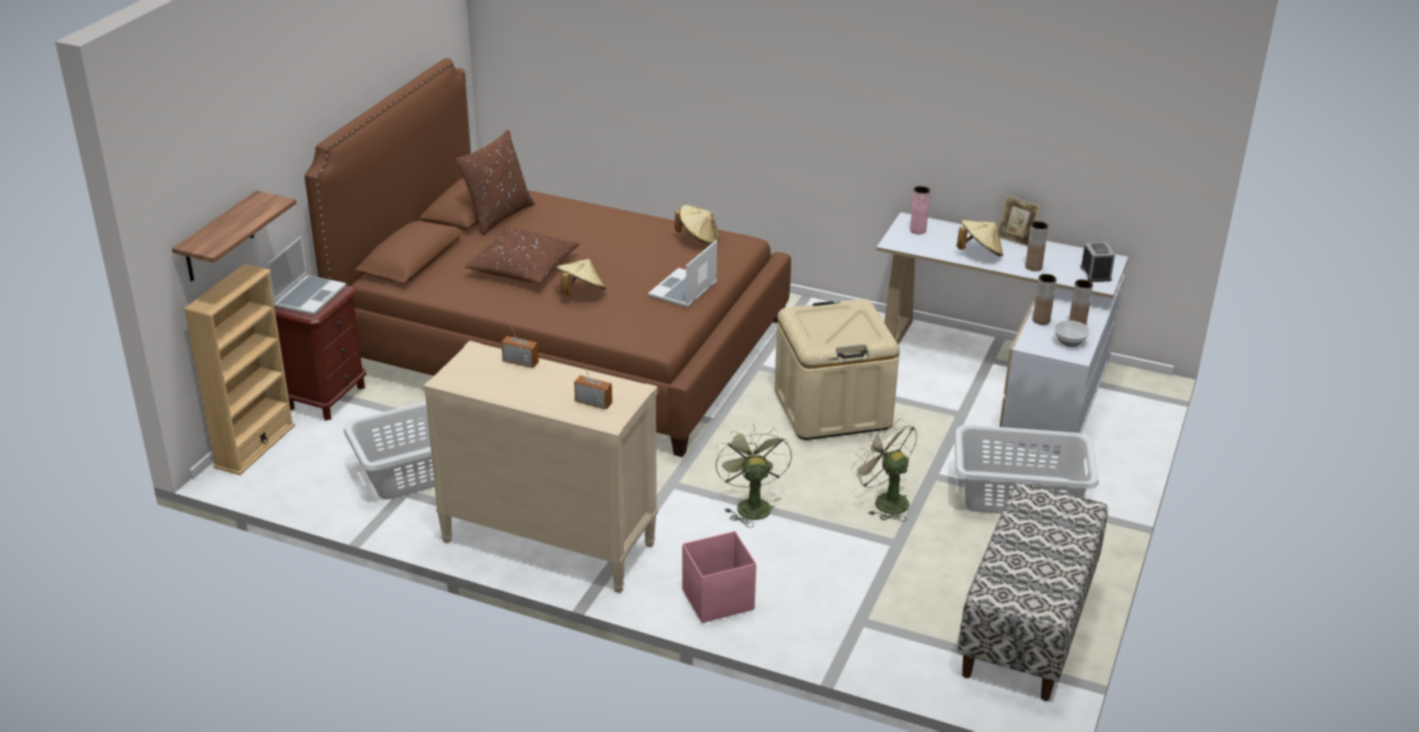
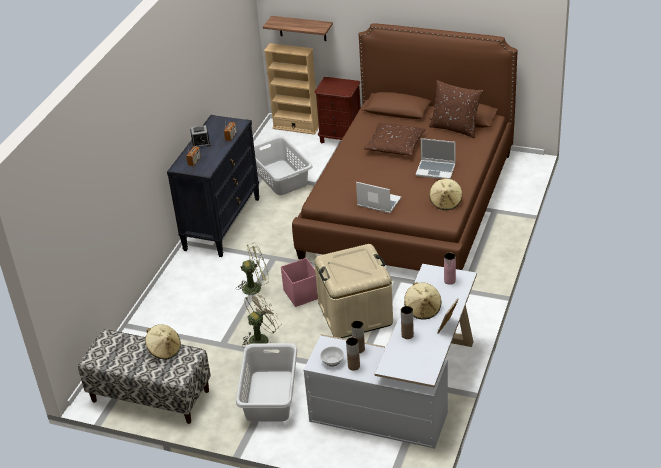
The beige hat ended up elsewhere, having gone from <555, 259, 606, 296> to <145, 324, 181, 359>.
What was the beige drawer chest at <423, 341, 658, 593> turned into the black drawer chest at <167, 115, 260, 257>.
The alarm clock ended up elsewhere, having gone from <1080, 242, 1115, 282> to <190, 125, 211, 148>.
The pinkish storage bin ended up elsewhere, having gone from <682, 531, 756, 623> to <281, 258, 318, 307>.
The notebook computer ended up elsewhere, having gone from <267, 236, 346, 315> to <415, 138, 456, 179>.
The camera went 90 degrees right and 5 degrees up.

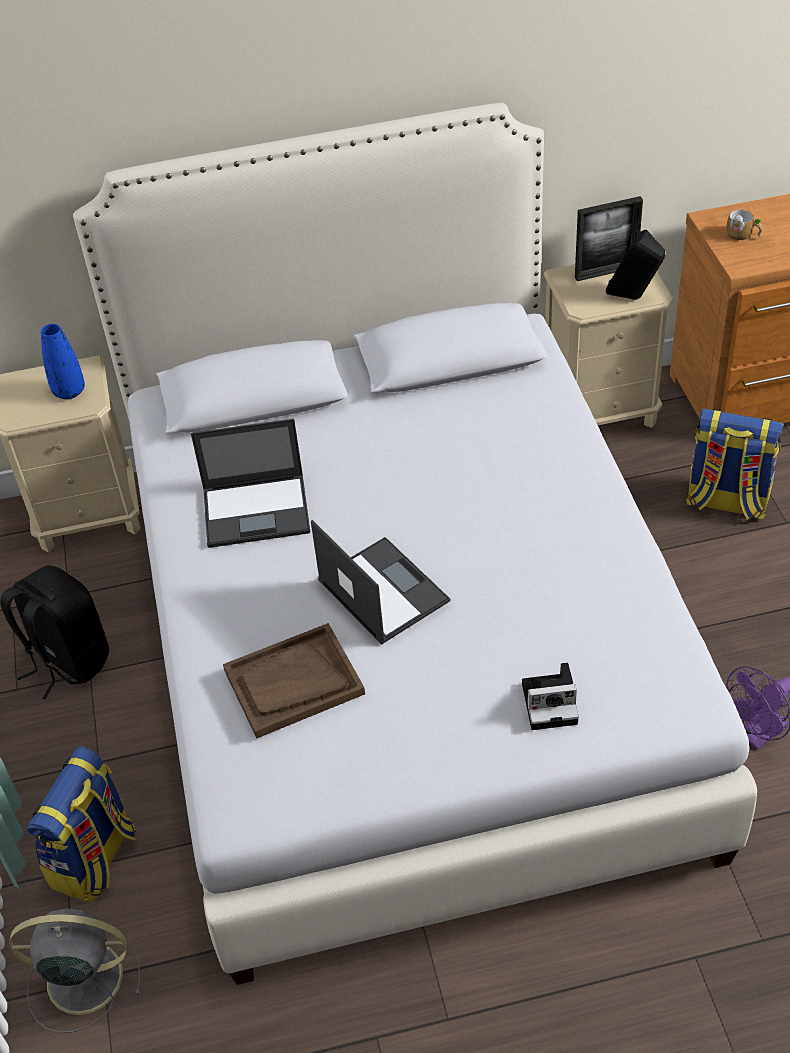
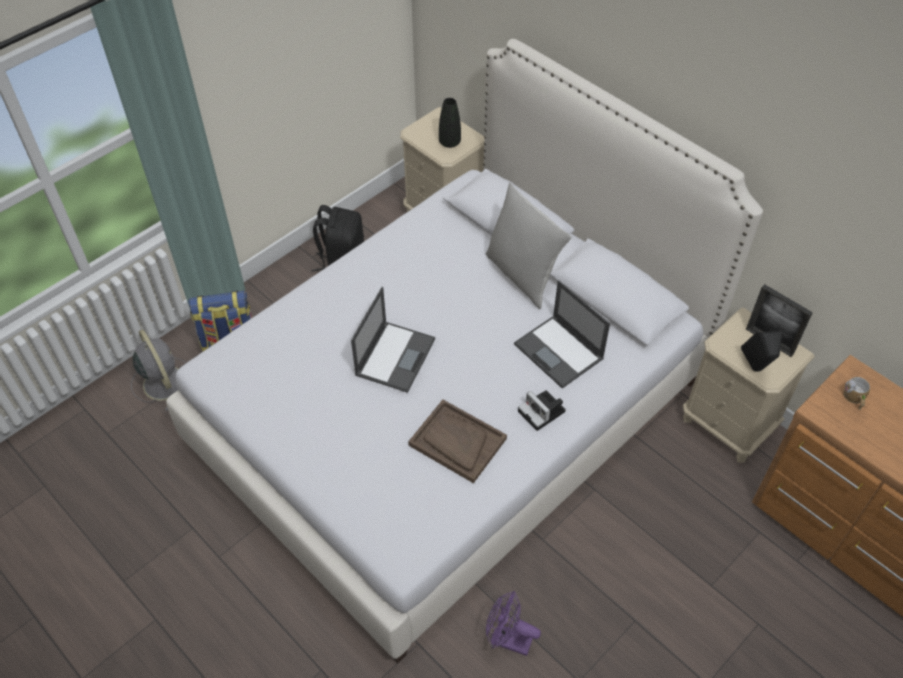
The brown tray ended up elsewhere, having gone from <223, 623, 365, 739> to <408, 399, 507, 483>.
What was the bluish decorative vase at <41, 324, 85, 399> turned into the black decorative vase at <439, 98, 461, 148>.
The second view gained the greyish throw pillow at <486, 183, 572, 309>.
The notebook computer ended up elsewhere, having gone from <191, 418, 310, 548> to <514, 280, 610, 389>.
The still camera ended up elsewhere, having gone from <522, 663, 579, 730> to <518, 390, 566, 431>.
The second view lost the backpack at <686, 409, 784, 520>.
The camera went 55 degrees right and 5 degrees up.

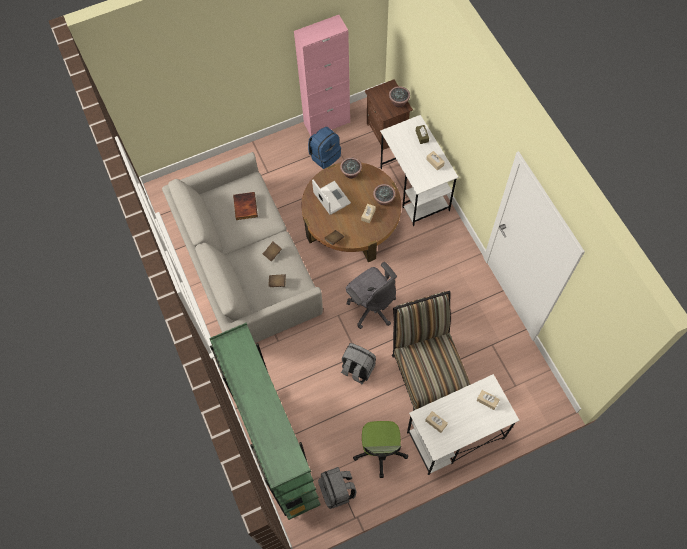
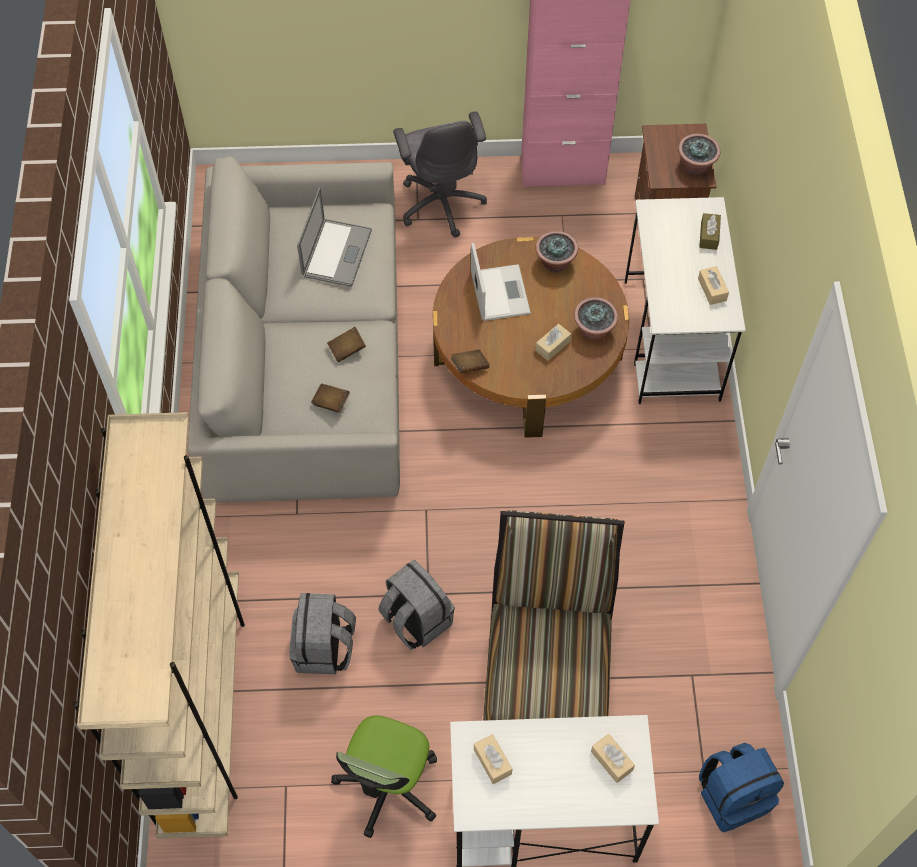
What was the greenish shelving unit at <209, 323, 321, 520> turned into the beige shelving unit at <73, 412, 245, 839>.
The greyish backpack ended up elsewhere, having gone from <318, 467, 356, 509> to <289, 593, 356, 674>.
Where the bound book stood at <233, 192, 258, 220>, the notebook computer came to stand at <297, 187, 372, 287>.
The greyish office chair ended up elsewhere, having gone from <346, 262, 397, 329> to <393, 112, 487, 237>.
The bluish backpack ended up elsewhere, having gone from <308, 127, 341, 169> to <699, 743, 784, 832>.
The camera went 20 degrees right and 5 degrees down.

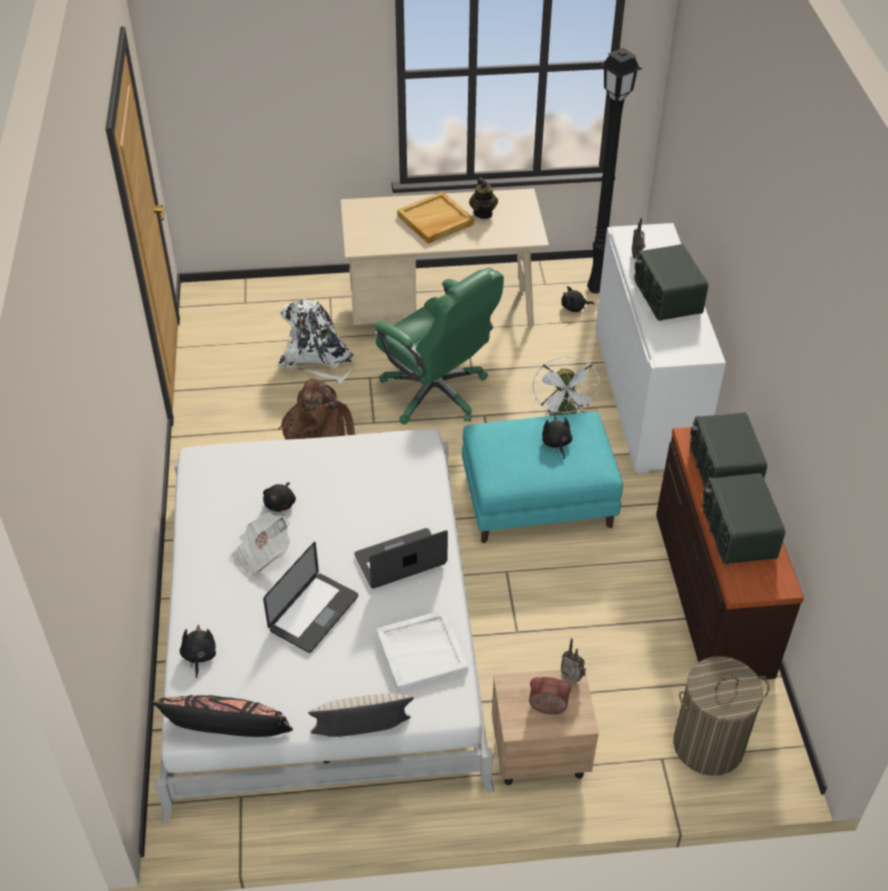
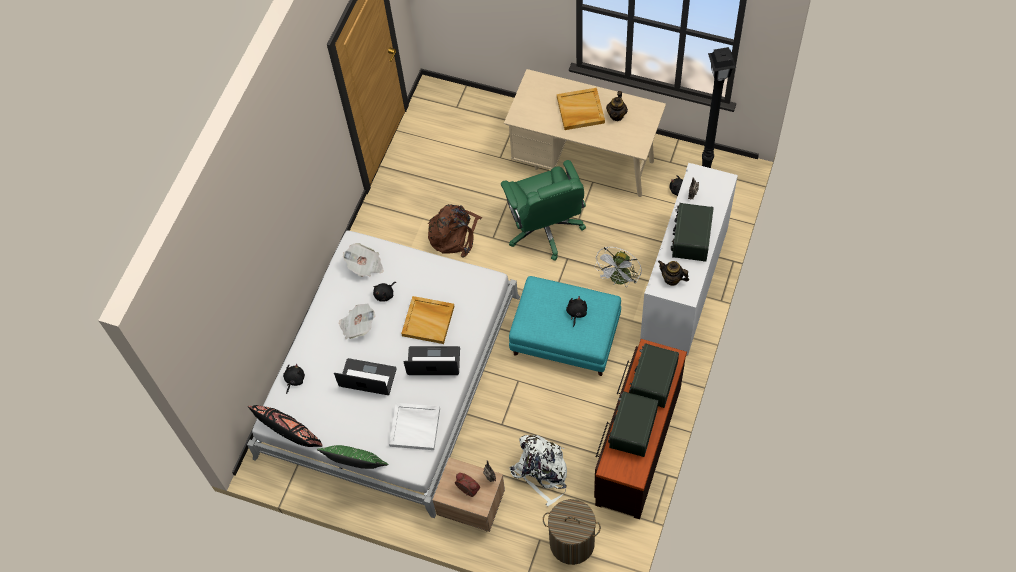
What was the beige throw pillow at <308, 693, 414, 737> turned into the greenish throw pillow at <317, 445, 389, 469>.
The notebook computer at <263, 542, 358, 653> ended up facing another way, 135 degrees counterclockwise from before.
The second view gained the newspaper at <343, 243, 384, 277>.
The second view gained the beige tray at <401, 296, 454, 344>.
The whitish backpack ended up elsewhere, having gone from <278, 299, 354, 384> to <510, 435, 567, 507>.
The second view gained the pot for tea at <658, 260, 689, 286>.
The camera went 30 degrees right and 15 degrees up.

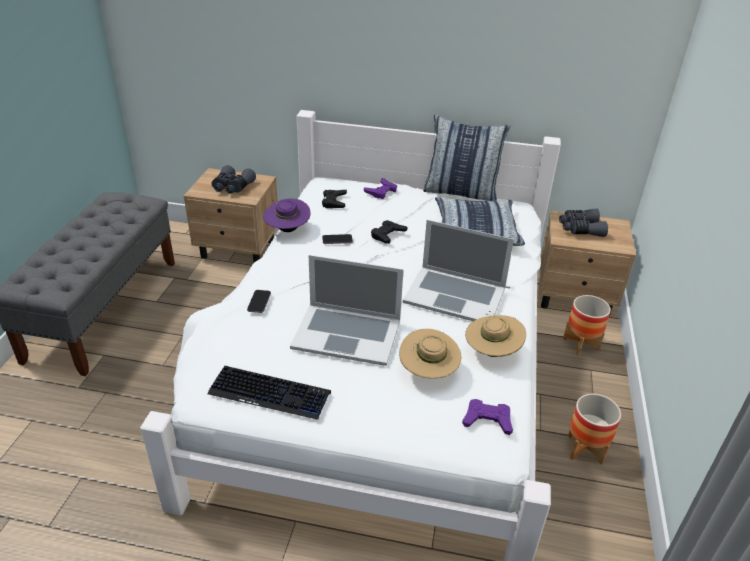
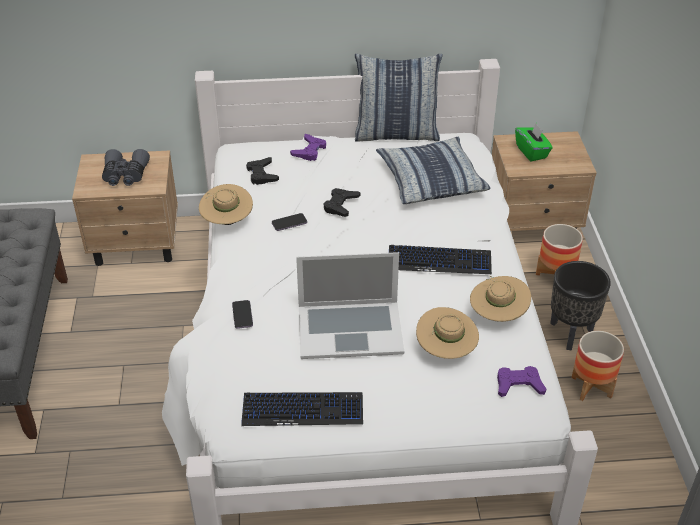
What was the purplish hat at <263, 198, 310, 232> turned into the beige hat at <199, 184, 253, 225>.
Where the notebook computer stood at <403, 220, 514, 321>, the keyboard came to stand at <389, 245, 492, 274>.
Where the greyish binoculars stood at <559, 209, 608, 237>, the greenish tissue holder came to stand at <515, 124, 553, 161>.
The second view gained the black flower pot at <550, 261, 611, 351>.
The camera went 15 degrees left and 5 degrees up.

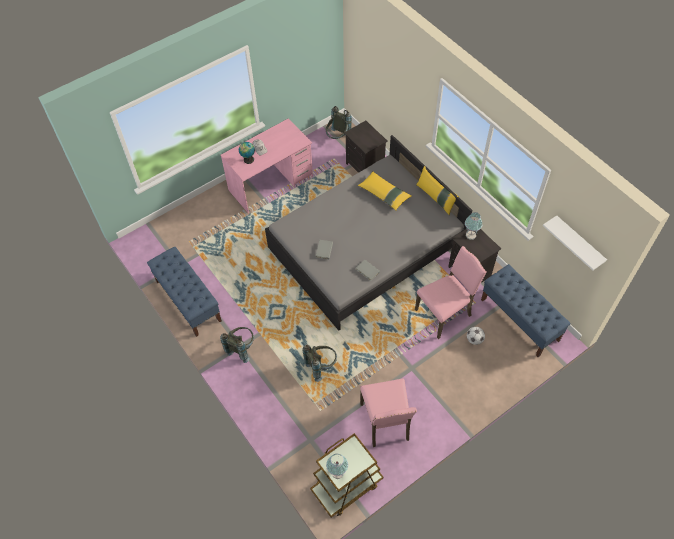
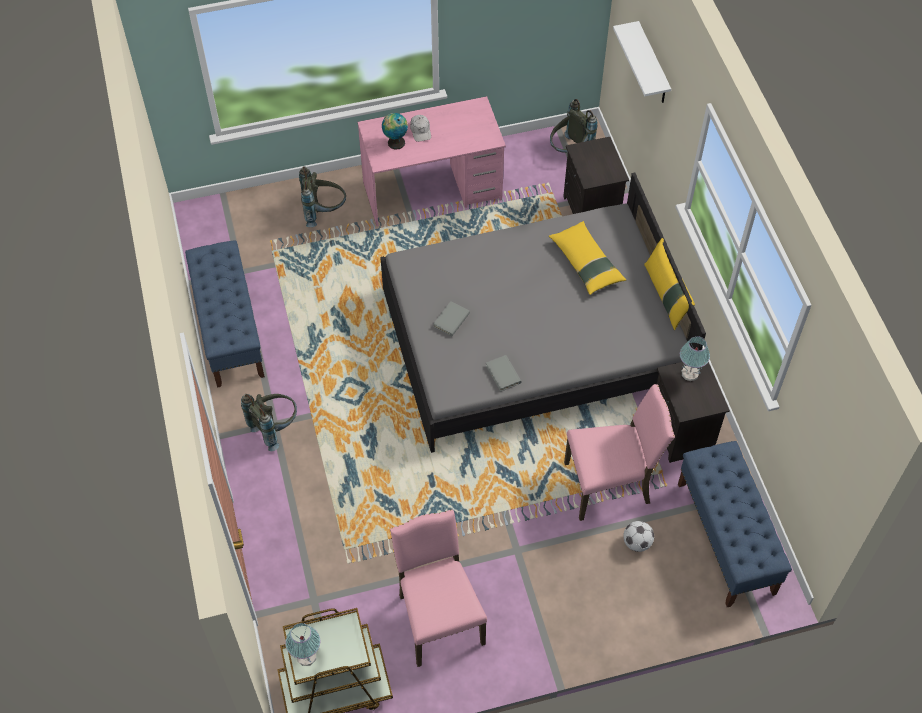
The greyish backpack ended up elsewhere, having gone from <303, 344, 337, 382> to <299, 166, 346, 227>.
The pinkish upright chair at <360, 378, 417, 447> ended up facing another way, 150 degrees clockwise from before.
The whitish shelf ended up elsewhere, having gone from <543, 215, 607, 270> to <613, 21, 671, 103>.
The camera went 20 degrees right and 0 degrees up.

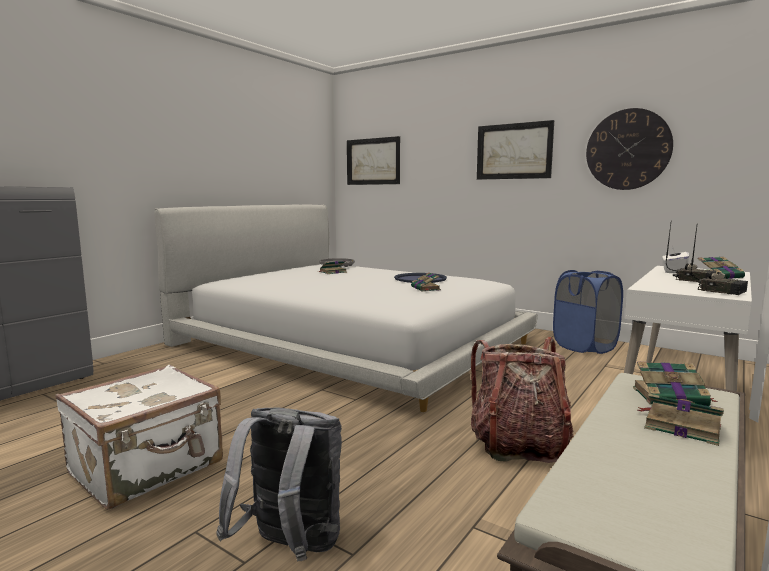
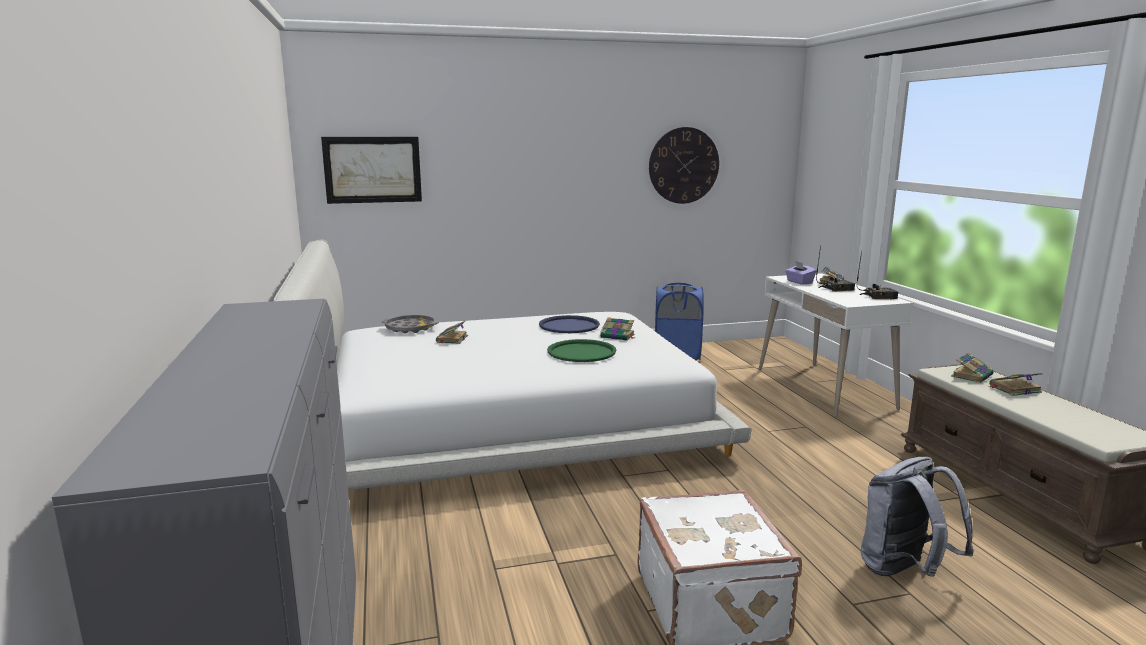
The second view gained the greenish tray at <547, 339, 616, 362>.
What was the whitish tissue holder at <662, 245, 689, 274> turned into the purplish tissue holder at <785, 261, 816, 285>.
The second view lost the backpack at <471, 337, 574, 463>.
The second view lost the wall picture at <477, 120, 554, 180>.
The camera went 50 degrees left and 5 degrees up.

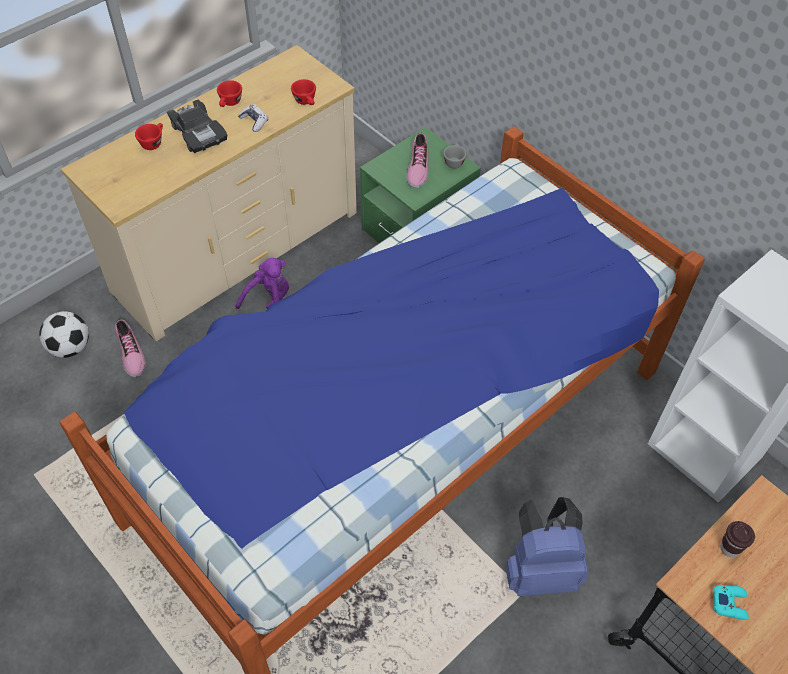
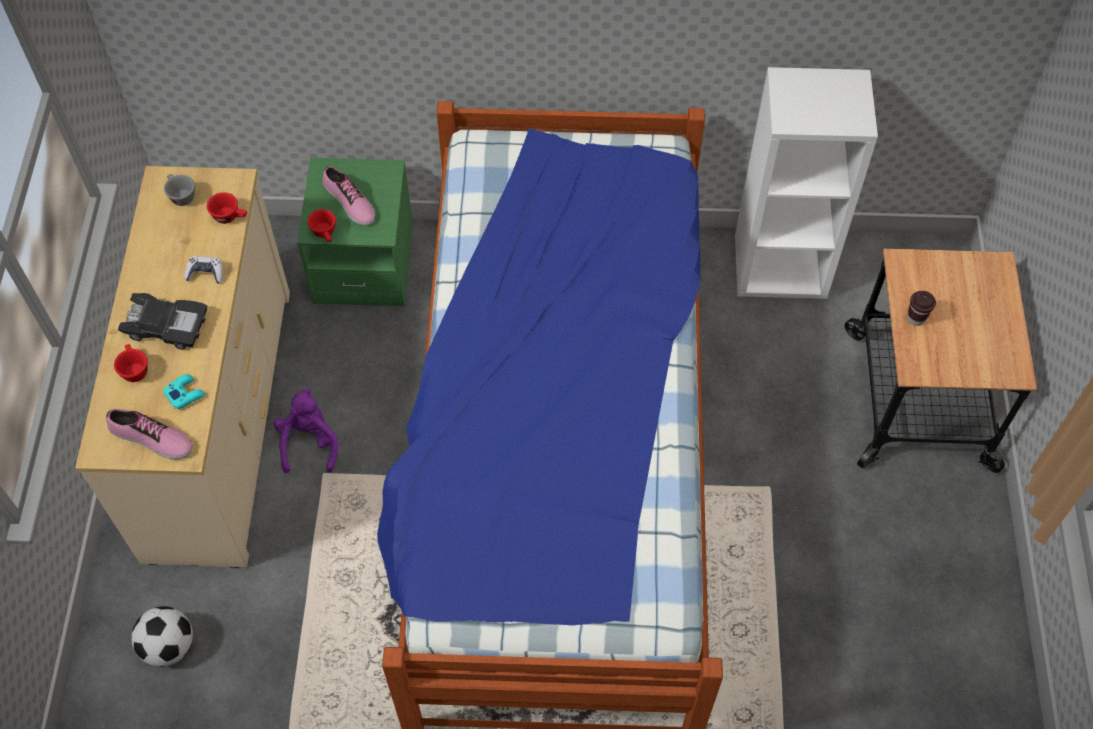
The item of footwear ended up elsewhere, having gone from <115, 319, 146, 377> to <106, 409, 193, 459>.
The blue-green gamepad ended up elsewhere, having gone from <713, 585, 749, 620> to <163, 374, 205, 409>.
The greyish drinking cup ended up elsewhere, having gone from <443, 143, 467, 169> to <164, 174, 195, 206>.
The red-coloured drinking cup ended up elsewhere, having gone from <217, 80, 242, 107> to <307, 209, 336, 242>.
The second view lost the bluish backpack at <505, 497, 589, 596>.
The camera went 45 degrees left and 5 degrees up.

